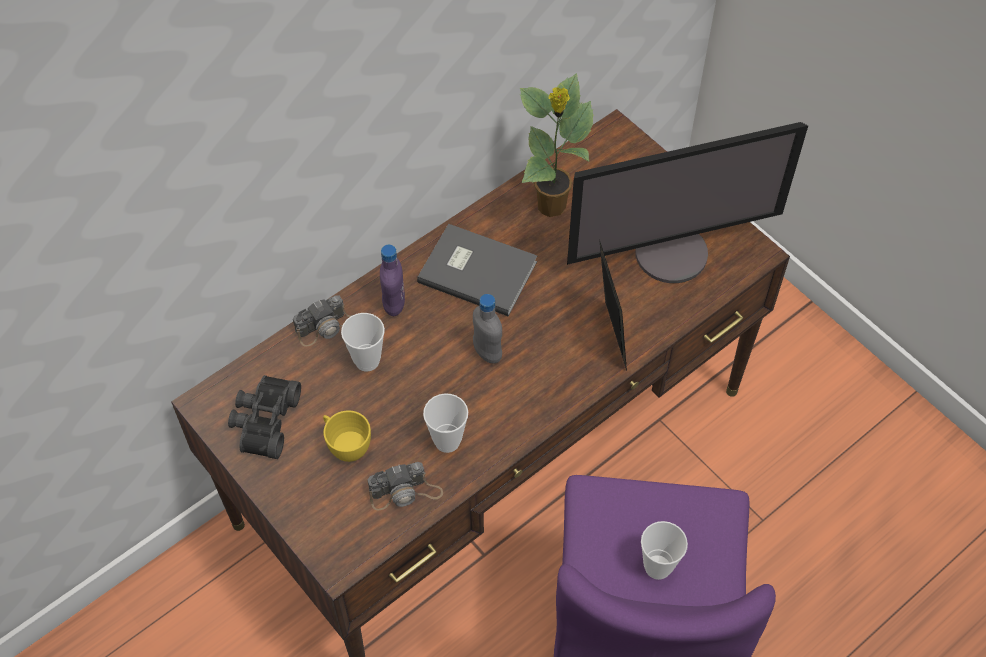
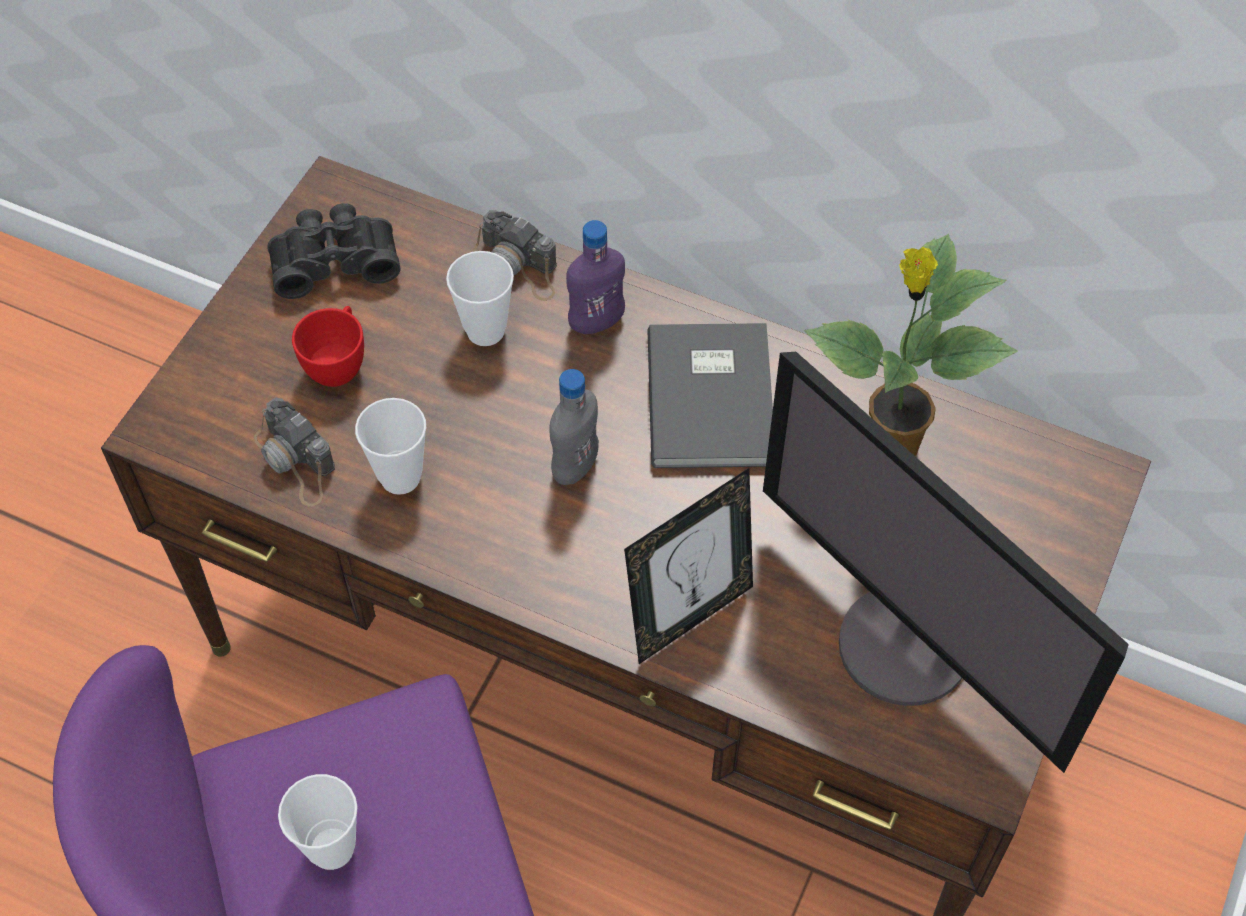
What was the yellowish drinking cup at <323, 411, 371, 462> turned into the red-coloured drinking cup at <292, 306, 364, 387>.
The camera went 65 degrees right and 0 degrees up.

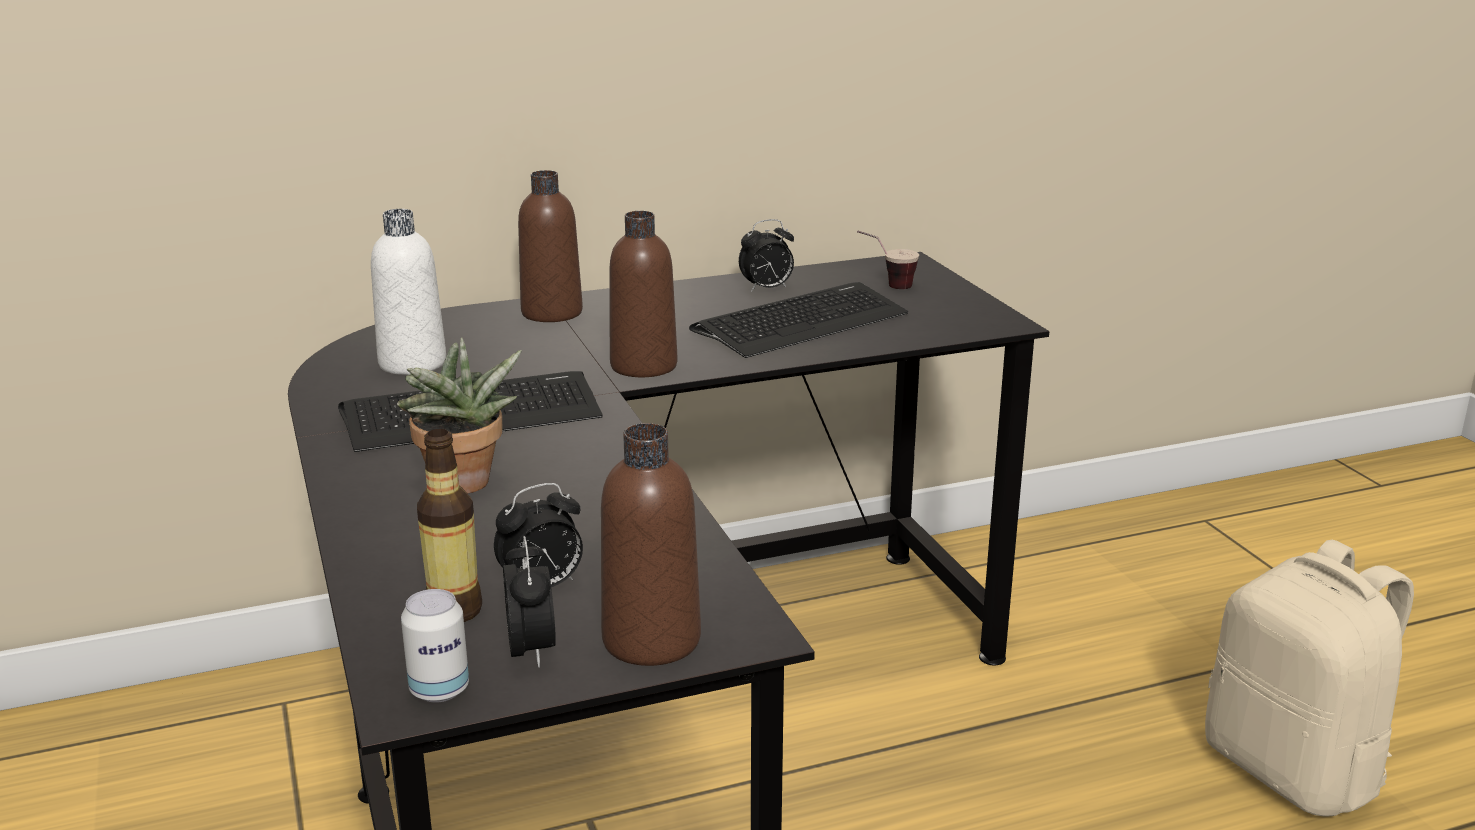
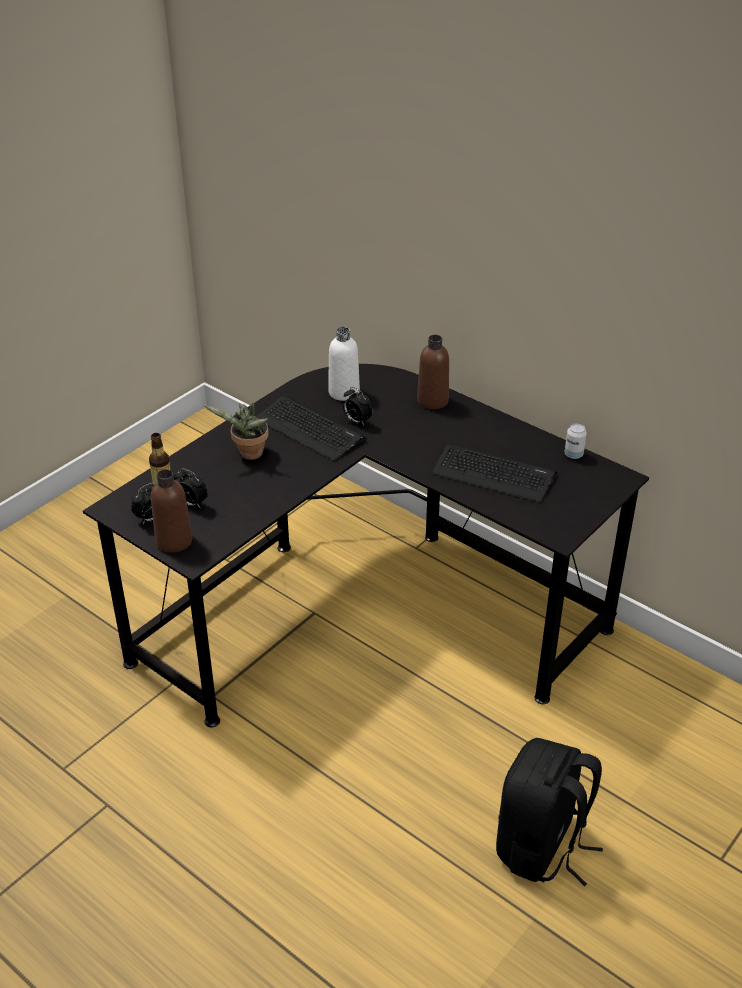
The alarm clock ended up elsewhere, having gone from <739, 219, 794, 292> to <343, 387, 373, 425>.
What was the beige backpack at <1205, 540, 1414, 817> turned into the black backpack at <496, 738, 603, 886>.
The metal can ended up elsewhere, having gone from <401, 589, 469, 703> to <565, 424, 587, 459>.
The second view lost the brown beverage bottle at <610, 211, 677, 377>.
The second view lost the drinking cup at <857, 230, 919, 289>.
The camera went 60 degrees right and 15 degrees up.

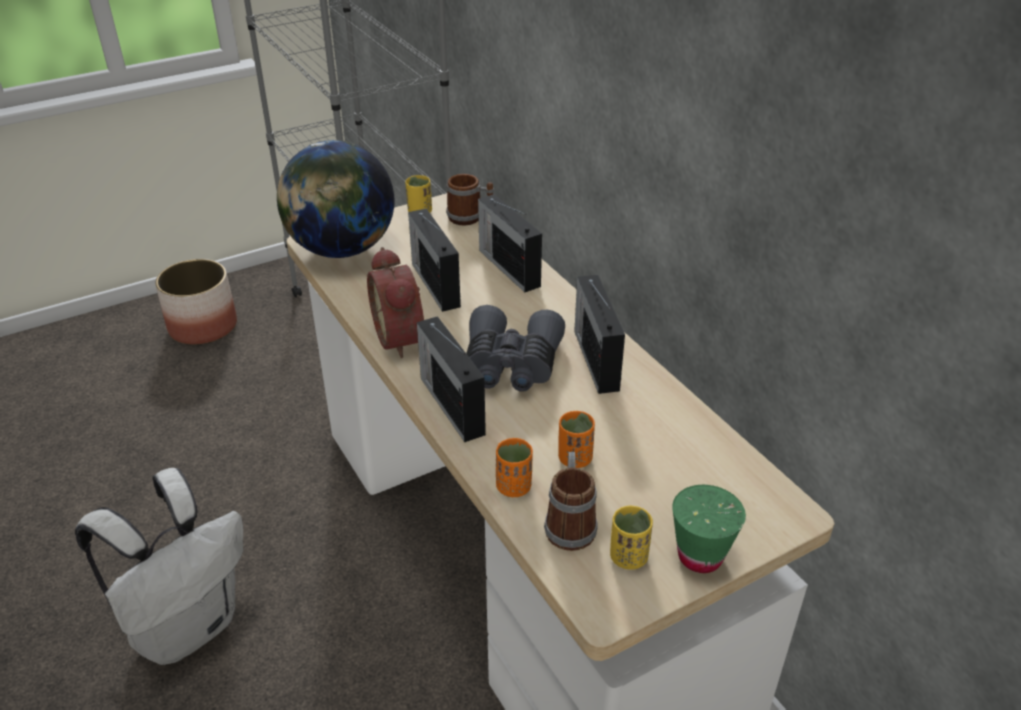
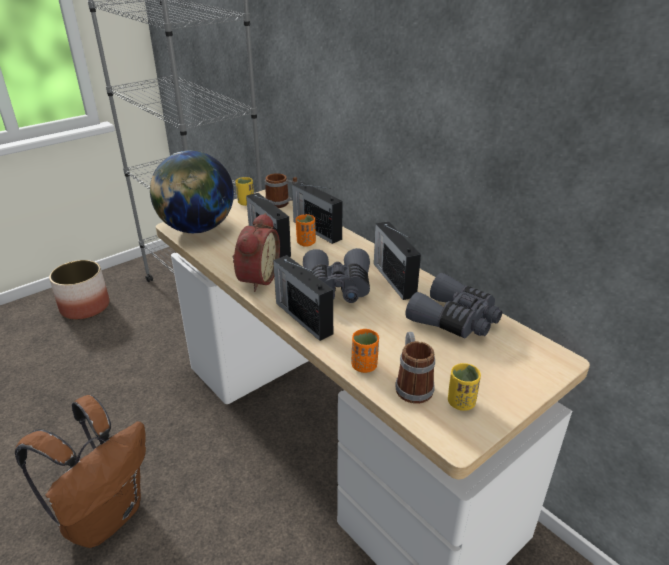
What was the whitish backpack at <75, 468, 243, 665> turned into the brown backpack at <15, 395, 146, 548>.
The alarm clock at <367, 247, 424, 358> ended up facing another way, 135 degrees counterclockwise from before.
The orange drinking cup ended up elsewhere, having gone from <558, 411, 595, 468> to <296, 214, 316, 247>.
The second view gained the greyish binoculars at <406, 273, 502, 338>.
The second view lost the greenish drinking cup at <672, 485, 746, 573>.
The camera went 10 degrees left and 5 degrees down.

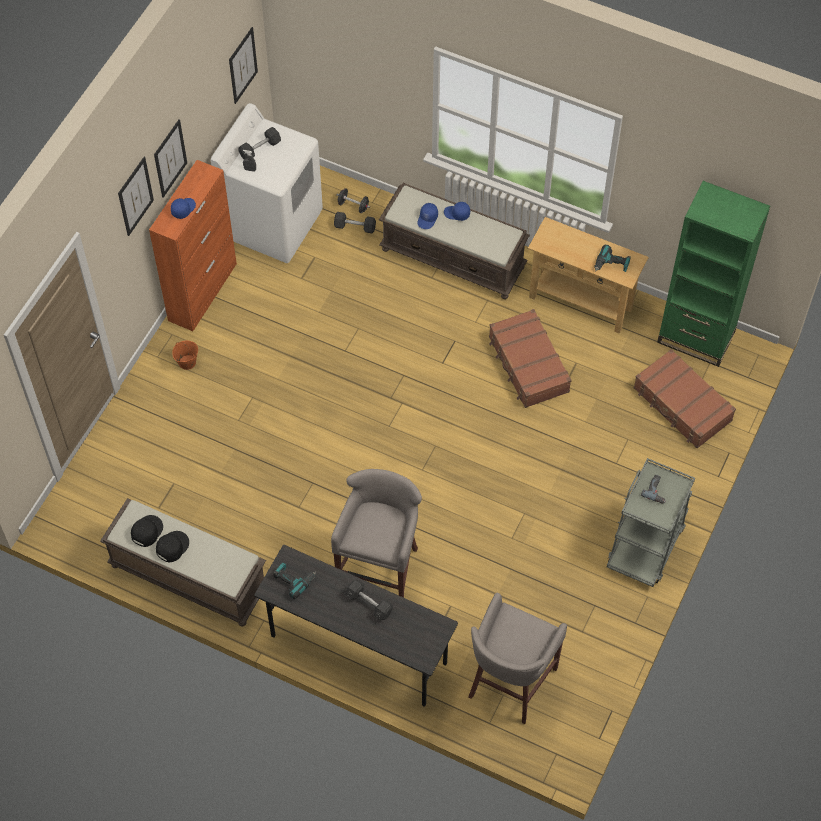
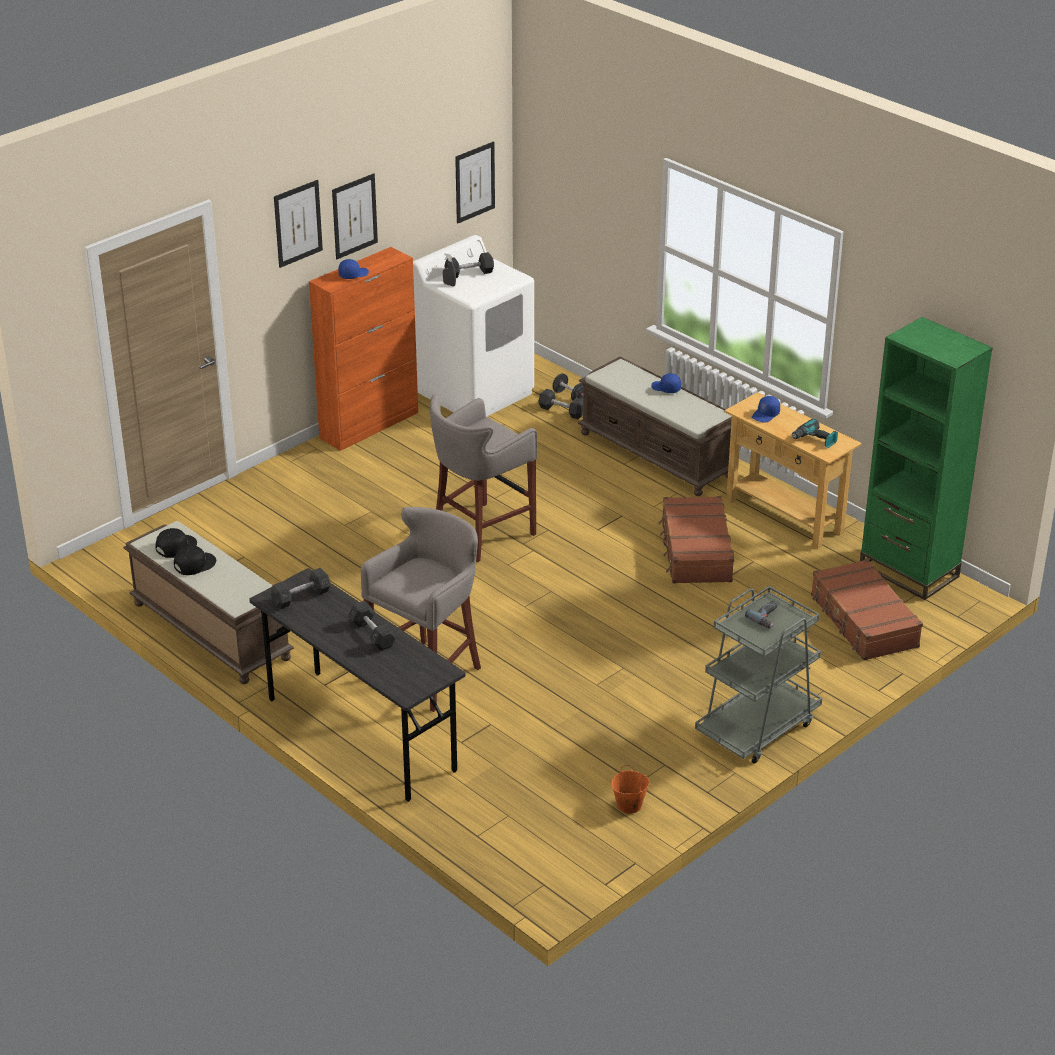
Where the electric drill stood at <273, 563, 316, 599>, the greyish dumbbell came to stand at <270, 568, 330, 609>.
The greyish stool seat ended up elsewhere, having gone from <468, 593, 567, 724> to <430, 394, 538, 562>.
The orange pail ended up elsewhere, having gone from <172, 340, 198, 370> to <611, 765, 649, 814>.
The bluish peaked cap ended up elsewhere, having gone from <417, 203, 438, 229> to <752, 396, 780, 423>.
The camera went 20 degrees right and 25 degrees down.

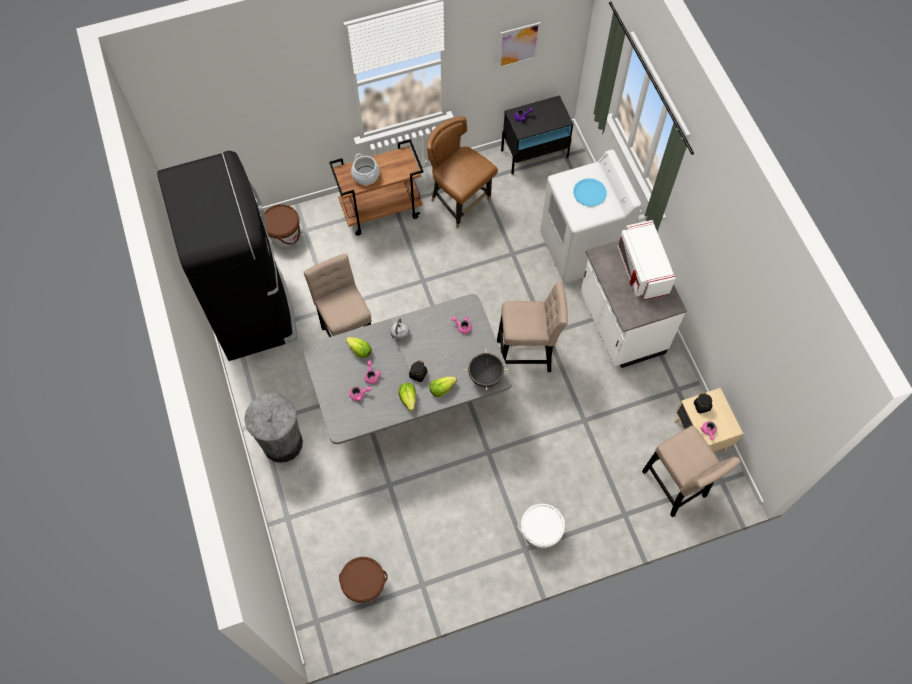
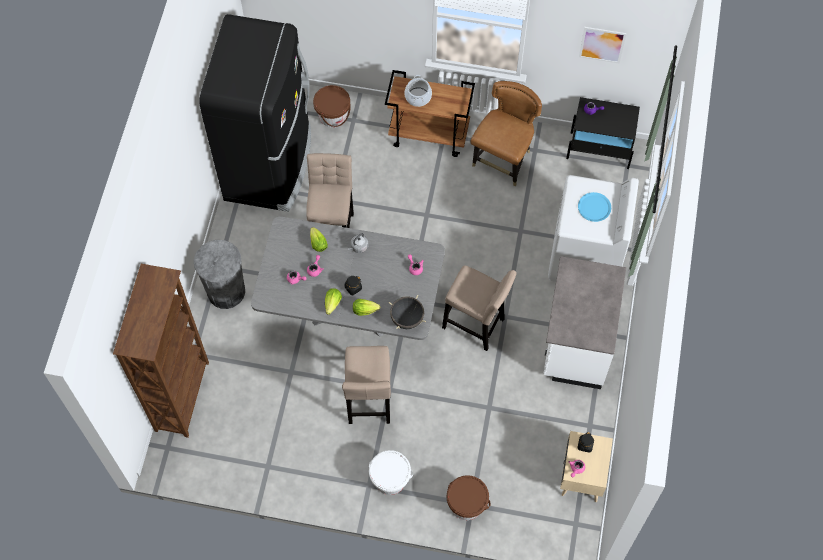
The second view gained the brown shelving unit at <113, 264, 209, 438>.
The beige stool seat ended up elsewhere, having gone from <642, 426, 741, 518> to <342, 346, 391, 424>.
The brown pail ended up elsewhere, having gone from <339, 557, 387, 603> to <447, 475, 491, 520>.
The brown upright chair at <427, 117, 498, 228> ended up facing another way, 45 degrees clockwise from before.
The second view lost the whitish kitchen microwave at <618, 220, 676, 300>.
The camera went 30 degrees right and 0 degrees up.

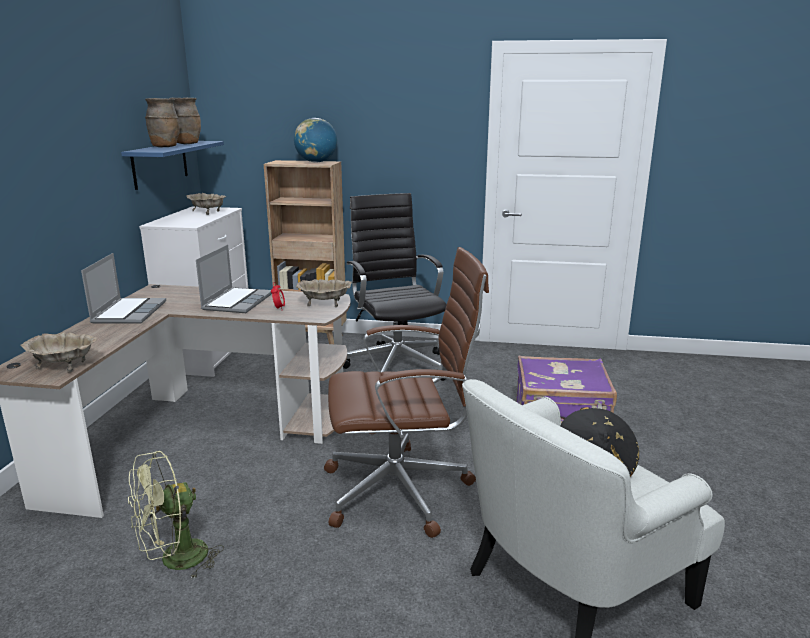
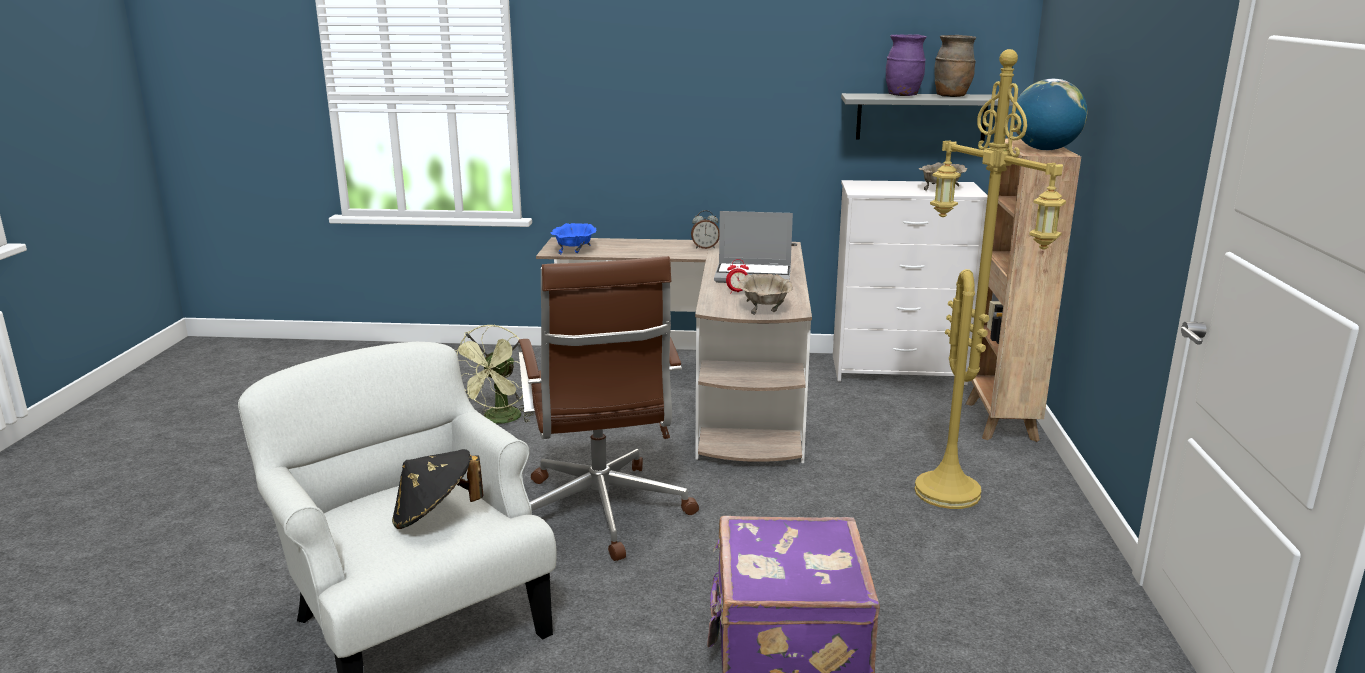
The greenish fan at <128, 451, 224, 579> ended up facing another way, 120 degrees counterclockwise from before.
What was the beige bowl at <20, 332, 97, 373> turned into the bluish bowl at <550, 223, 596, 254>.
Where the notebook computer stood at <81, 253, 166, 324>, the alarm clock came to stand at <691, 210, 719, 249>.
What was the bluish shelf at <121, 141, 224, 190> turned into the greyish shelf at <841, 93, 1013, 141>.
What was the brown decorative vase at <145, 98, 180, 148> turned into the purplish decorative vase at <886, 35, 927, 96>.
Where the black office chair stood at <343, 193, 447, 381>, the yellowish standing lamp came to stand at <915, 49, 1066, 509>.
The camera went 85 degrees right and 0 degrees up.

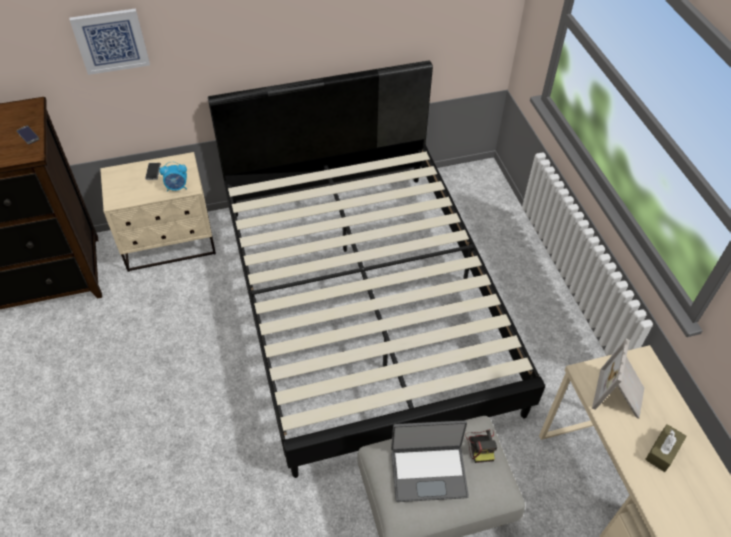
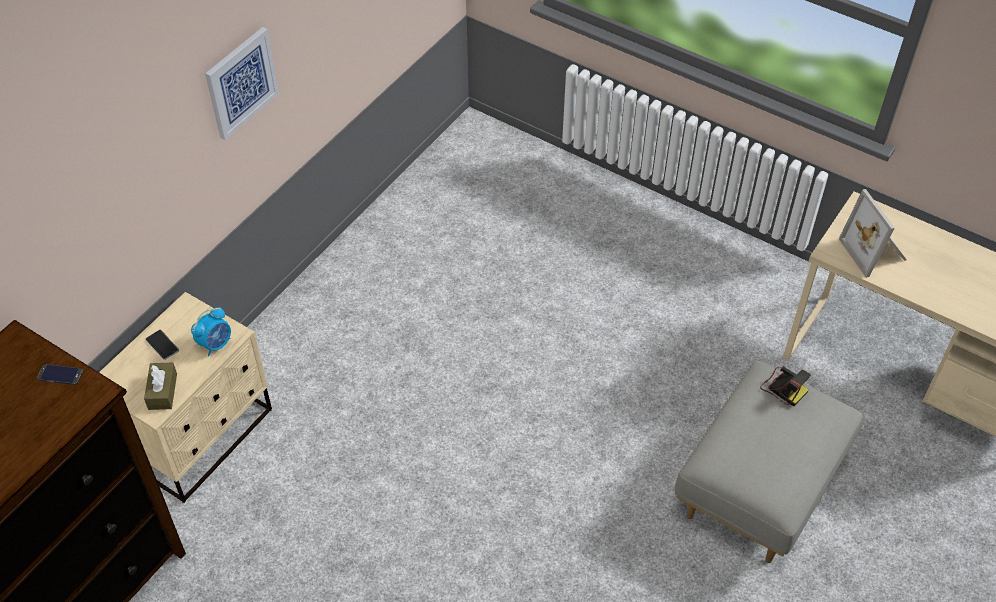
The brown tissue holder ended up elsewhere, having gone from <645, 424, 687, 472> to <144, 363, 177, 410>.
The wall picture ended up elsewhere, having gone from <69, 8, 150, 75> to <205, 27, 279, 140>.
The second view lost the black sleeping bed at <208, 60, 545, 478>.
The second view lost the notebook computer at <391, 420, 469, 502>.
The camera went 40 degrees left and 0 degrees up.

